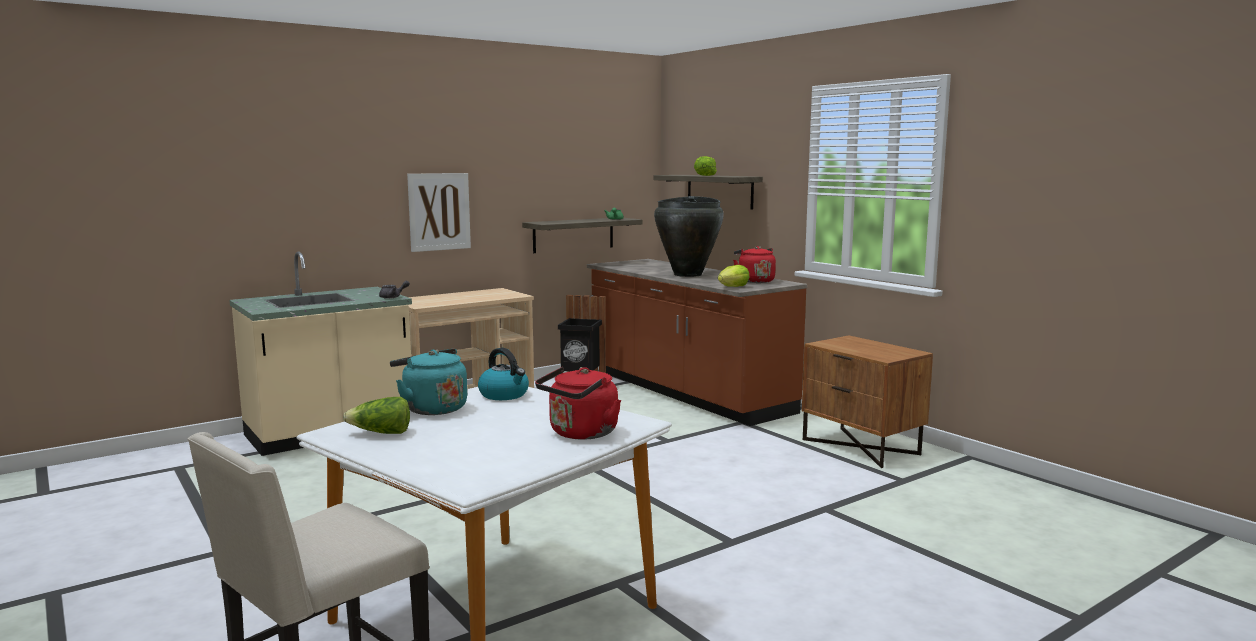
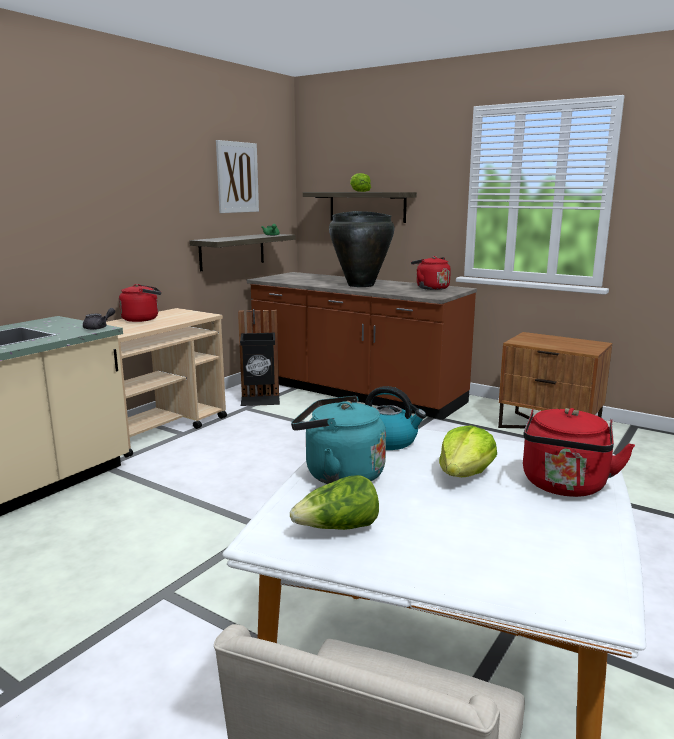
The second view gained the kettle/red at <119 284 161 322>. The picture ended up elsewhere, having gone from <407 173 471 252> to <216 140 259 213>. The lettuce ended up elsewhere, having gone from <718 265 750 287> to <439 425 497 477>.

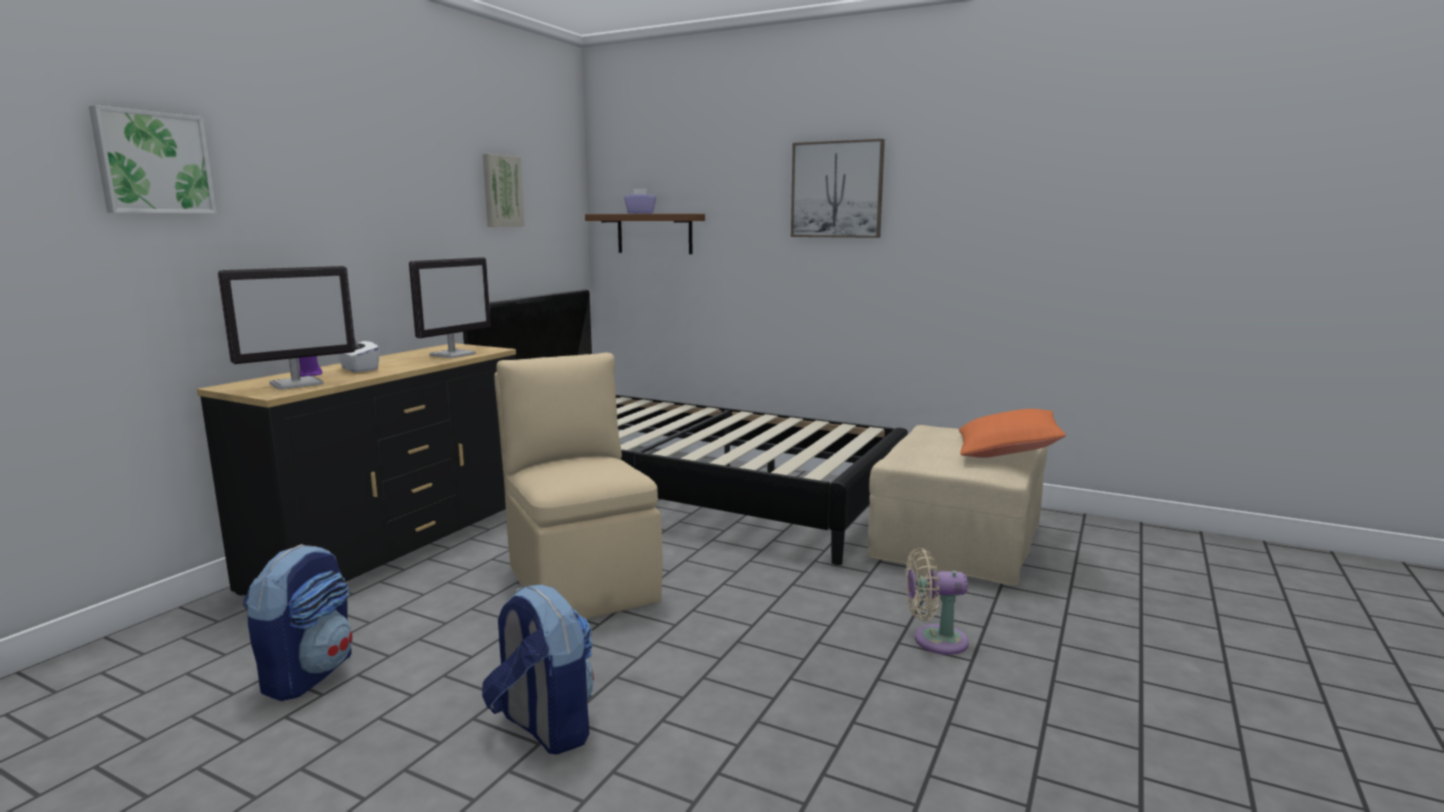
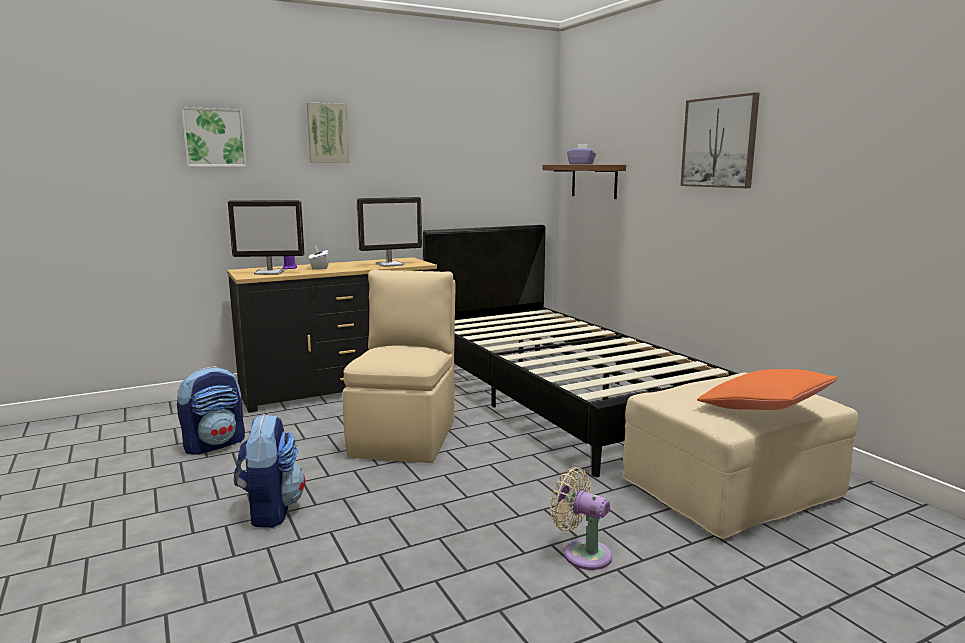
The picture ended up elsewhere, having gone from <483 154 525 227> to <307 102 349 163>.

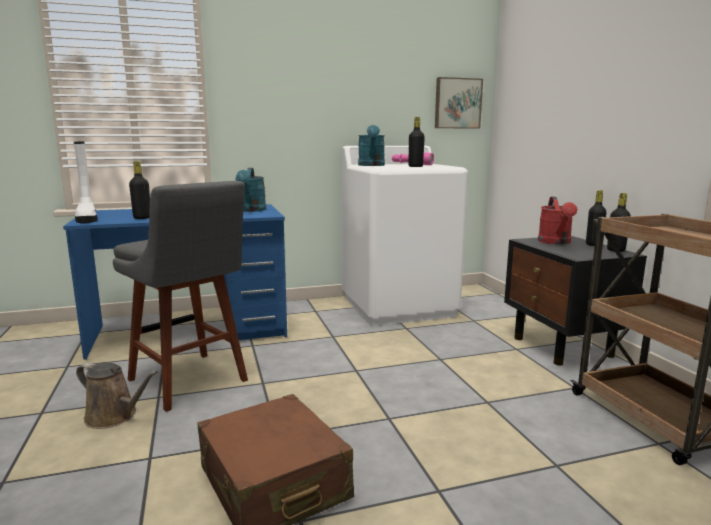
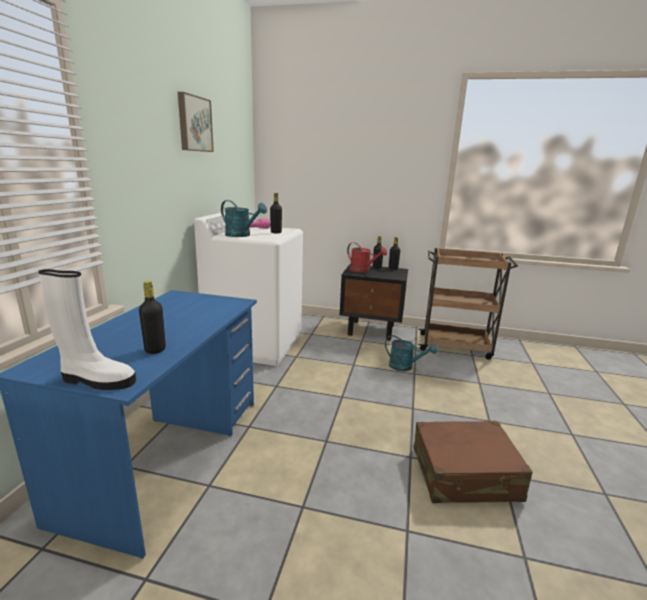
The second view lost the watering can/brown at <76 362 158 429>. The second view lost the stool/grey at <113 181 248 412>. The watering can/turquoise ended up elsewhere, having gone from <235 168 266 212> to <385 335 437 371>. The picture ended up elsewhere, having gone from <435 77 483 129> to <178 92 214 152>.

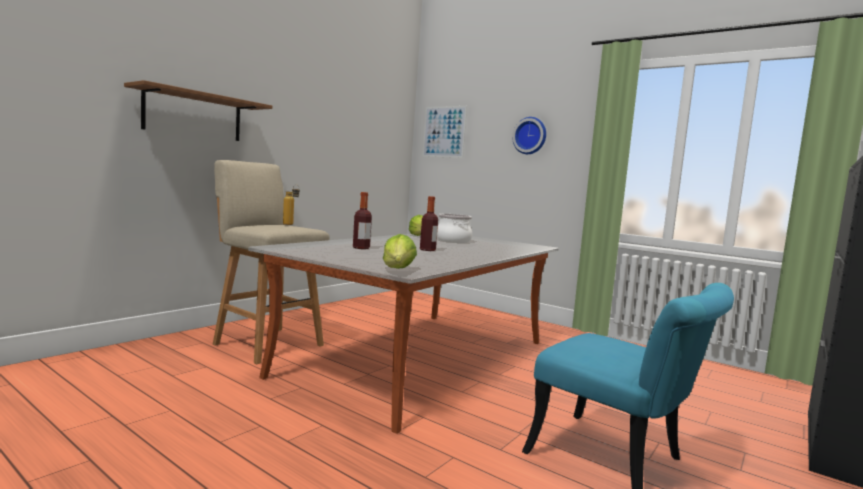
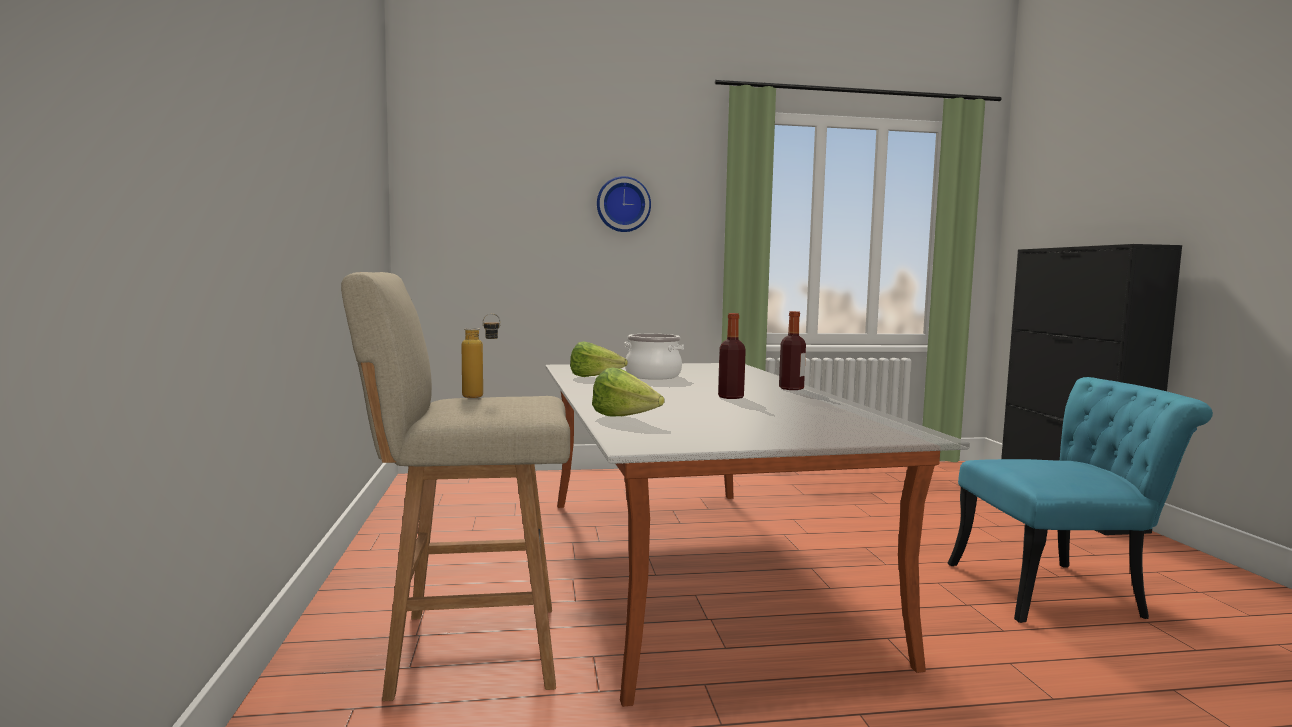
The second view lost the shelf/brown at <124 80 272 141>. The second view lost the picture at <423 106 467 158>. The bottle ended up elsewhere, having gone from <353 192 372 249> to <779 311 806 390>. The lettuce ended up elsewhere, having gone from <383 234 417 269> to <592 368 665 417>.

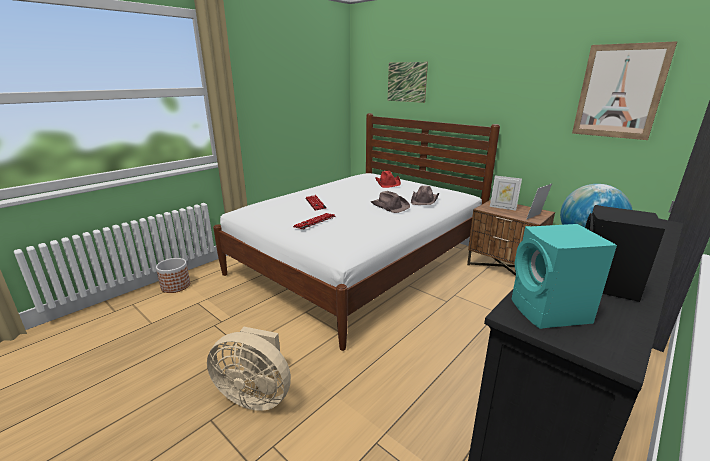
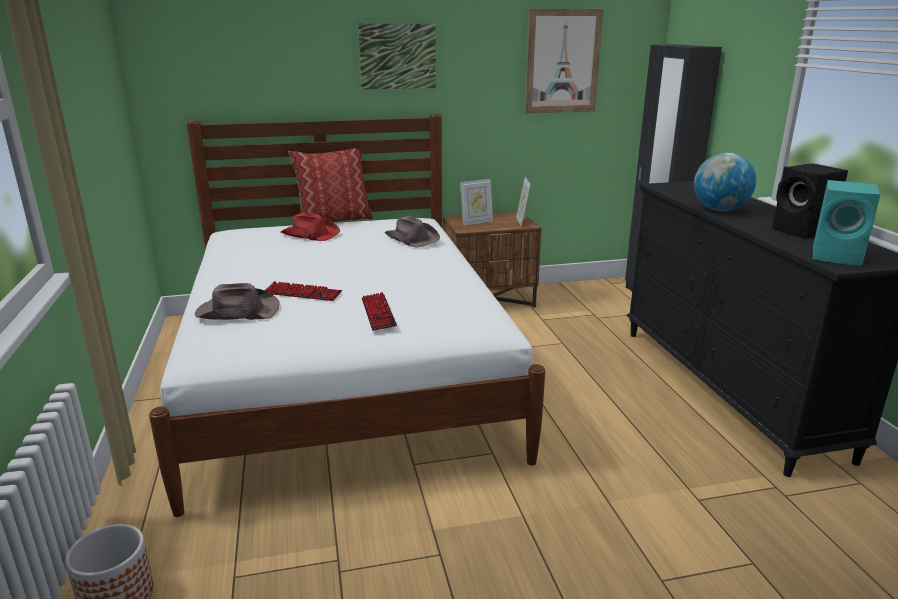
The second view lost the fan/beige at <207 327 291 411>. The second view gained the pillow at <288 148 373 222>. The hat/brown ended up elsewhere, having gone from <371 191 410 213> to <195 283 280 320>. The picture ended up elsewhere, having gone from <388 62 428 103> to <358 23 436 90>.

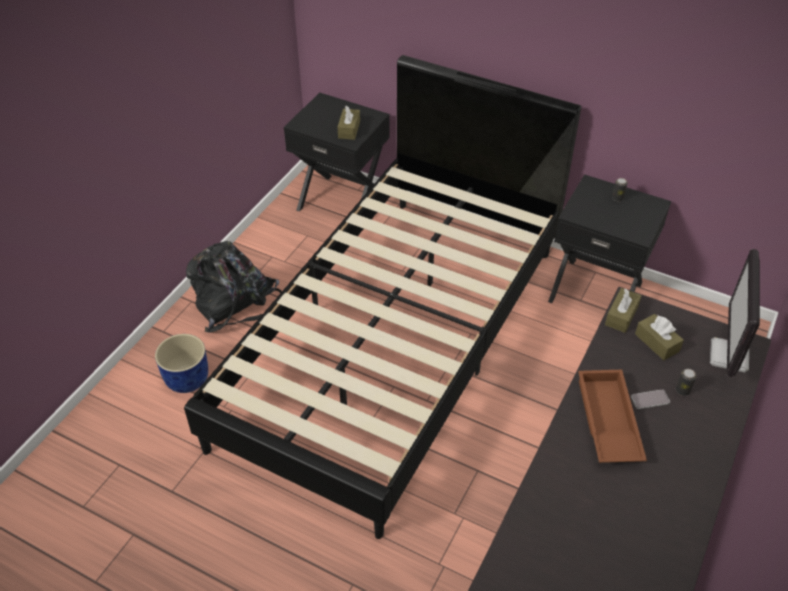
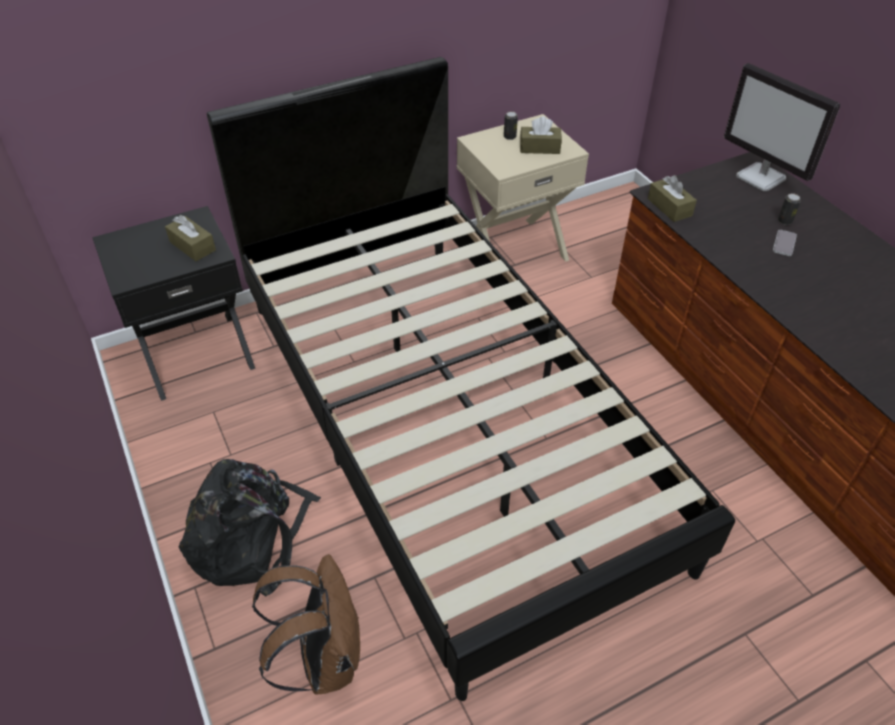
The second view lost the tray/brown at <578 370 647 463>. The tissue box/brown ended up elsewhere, having gone from <635 314 684 360> to <520 116 562 154>. Where the planter/blue stood at <155 334 208 393>, the backpack/brown came to stand at <252 554 360 695>. What was the nightstand/black at <548 175 671 303> turned into the nightstand/beige at <457 114 589 262>.

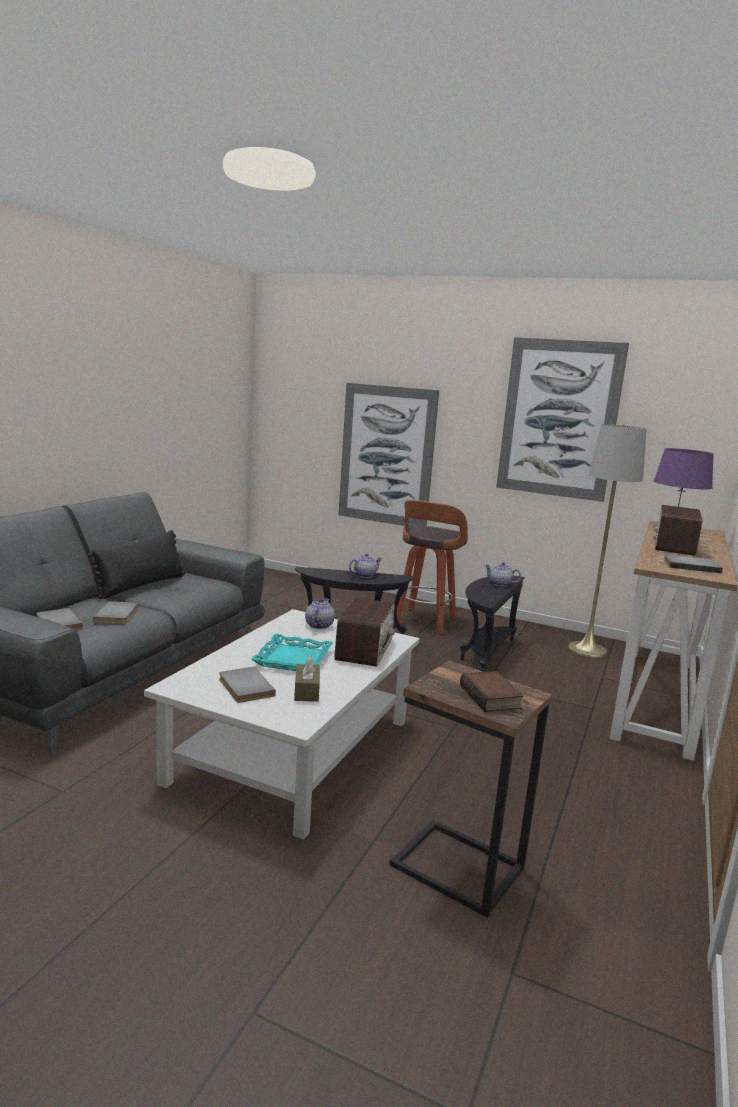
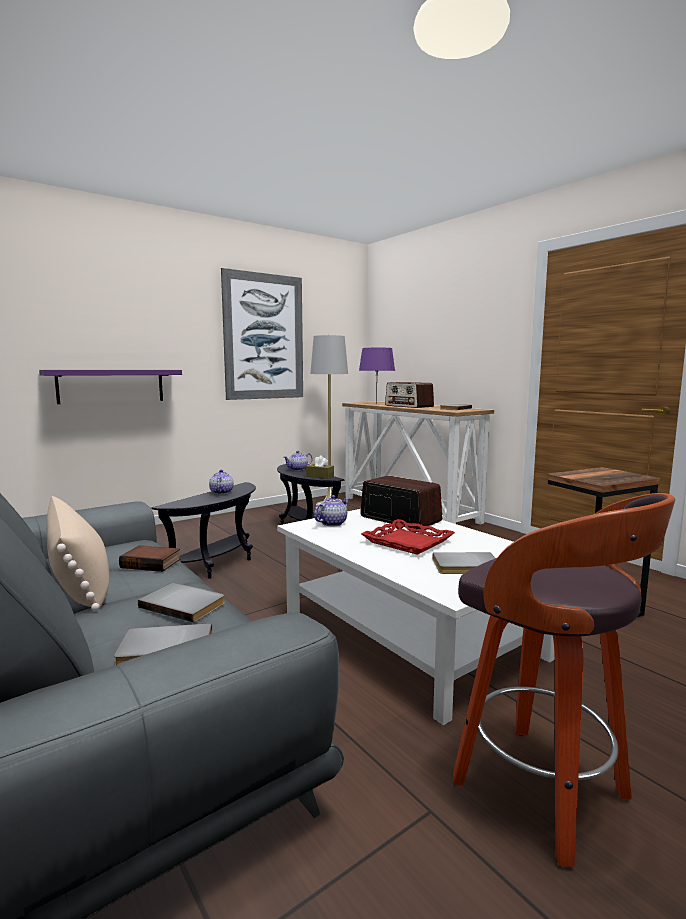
The tissue box/brown ended up elsewhere, having gone from <294 656 320 702> to <306 455 334 479>. The stool ended up elsewhere, having gone from <394 500 468 634> to <453 493 675 867>. The book ended up elsewhere, having gone from <460 671 523 712> to <119 545 181 572>. Where the picture hung at <338 383 439 527>, the shelf/purple came to hang at <39 370 182 404>. What was the pillow/black at <87 530 185 599> turned into the pillow/beige at <47 496 109 611>. What was the tray/turquoise at <251 634 334 671> turned into the tray/red at <361 519 455 555>. The teapot at <305 598 335 629> ended up facing another way, 90 degrees clockwise from before.

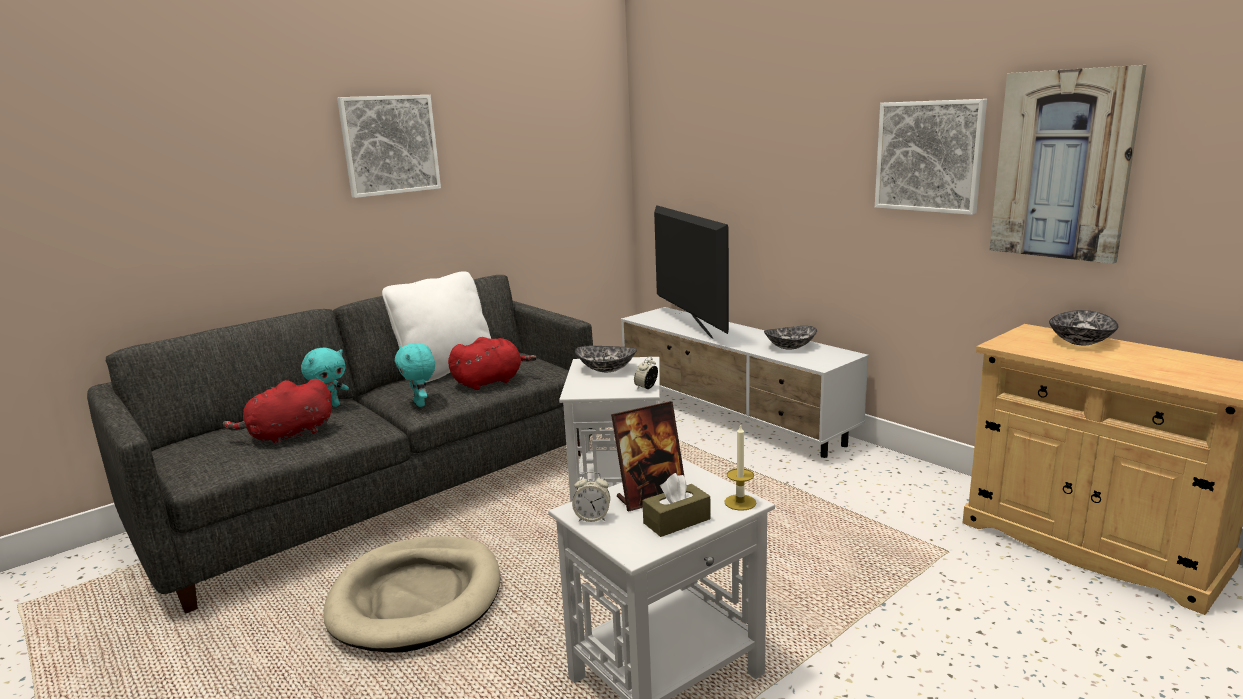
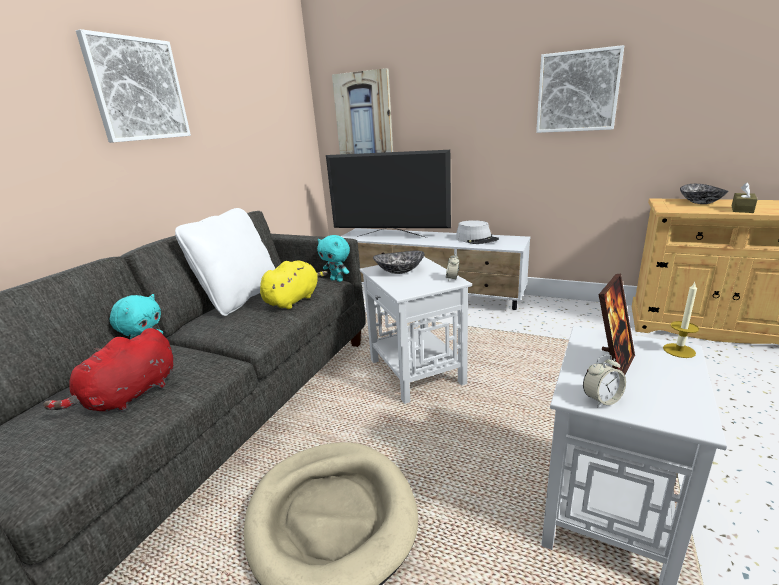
The plush toy/turquoise ended up elsewhere, having gone from <395 343 435 407> to <317 235 350 282>. The tissue box/brown ended up elsewhere, having gone from <642 473 711 537> to <732 183 758 213>. The picture ended up elsewhere, having gone from <989 65 1147 264> to <332 68 393 154>. Where the bowl stood at <764 326 817 349>, the hat/grey came to stand at <456 220 499 244>. What was the plush toy/red at <448 337 537 390> turned into the plush toy/yellow at <260 261 327 309>. The television at <654 205 729 339> ended up facing another way, 150 degrees clockwise from before.

